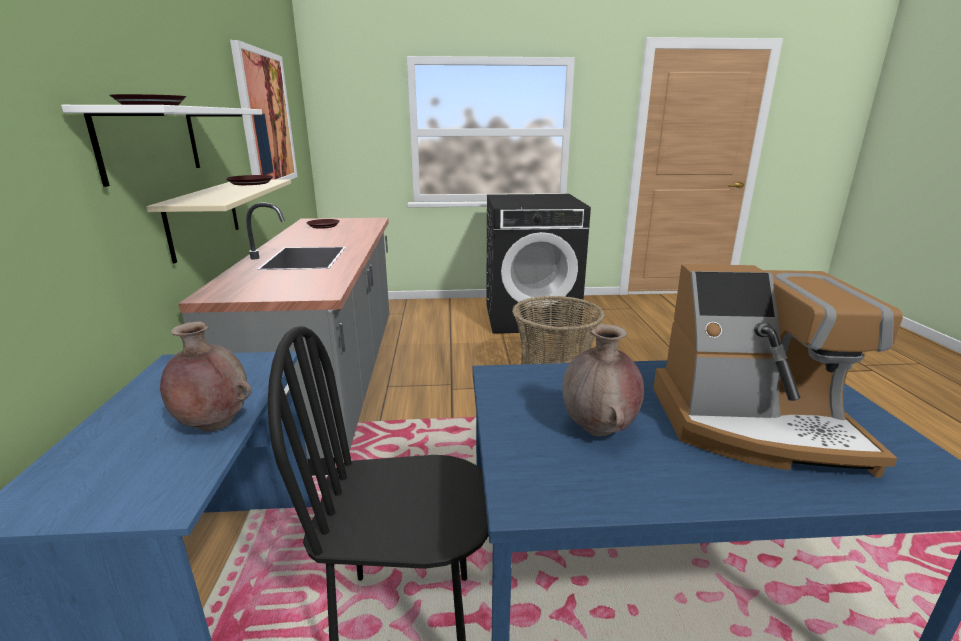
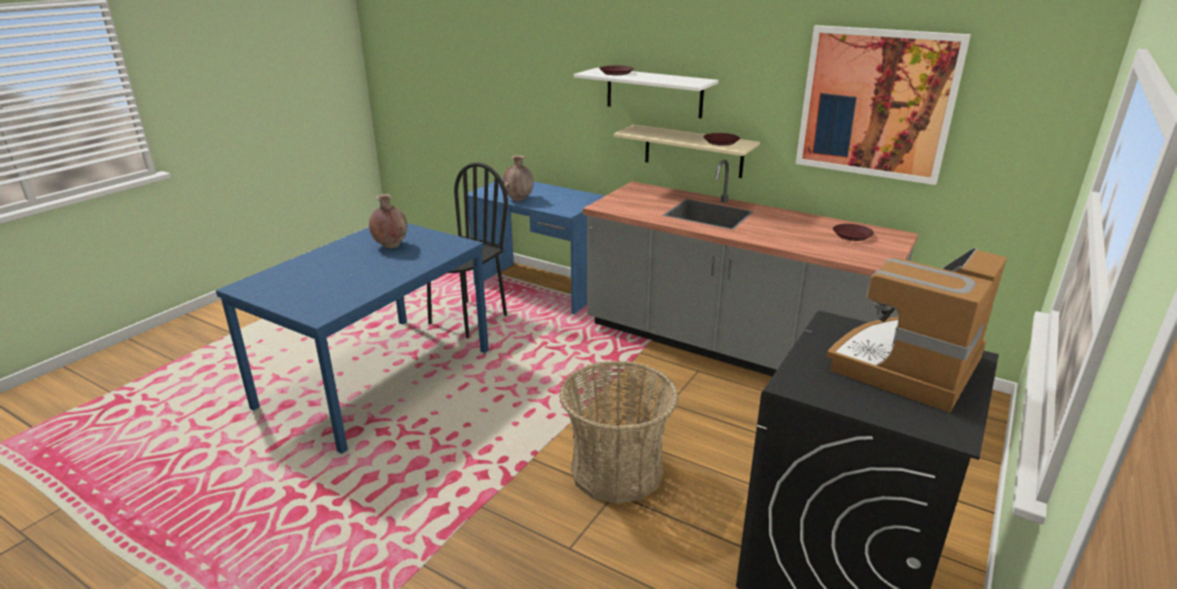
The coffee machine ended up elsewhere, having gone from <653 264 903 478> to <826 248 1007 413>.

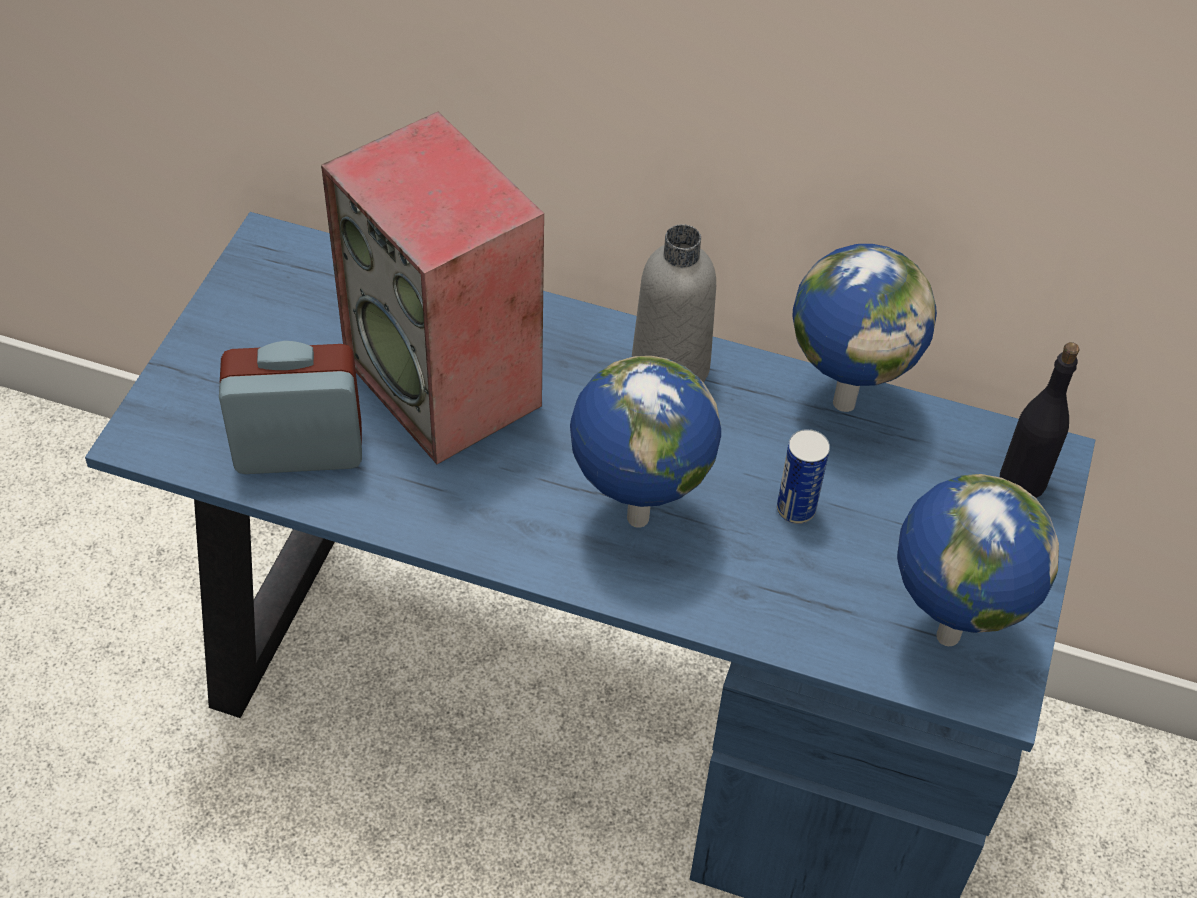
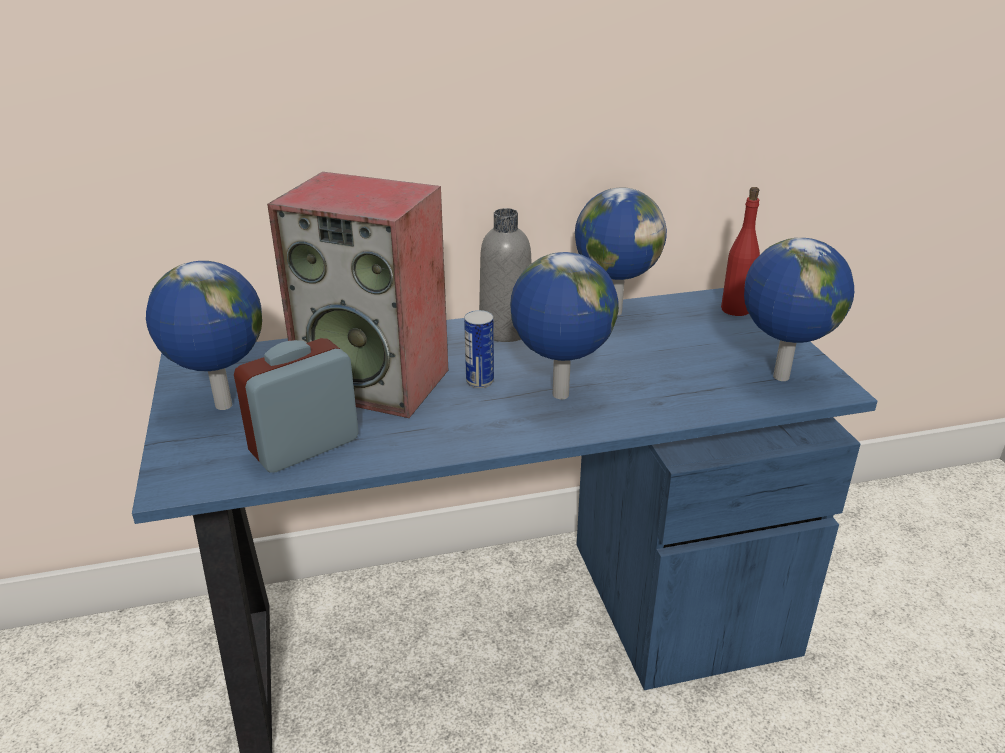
The second view gained the globe at <146 261 262 410>. The can ended up elsewhere, having gone from <777 429 830 524> to <464 310 494 388>. What was the bottle/black at <1000 342 1079 498> turned into the bottle/red at <721 187 760 316>.

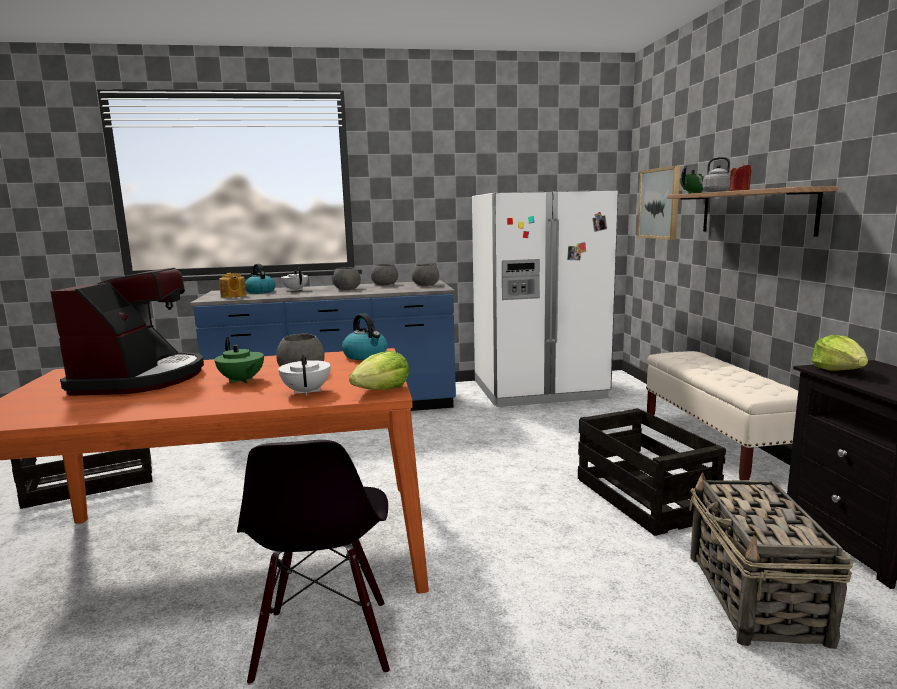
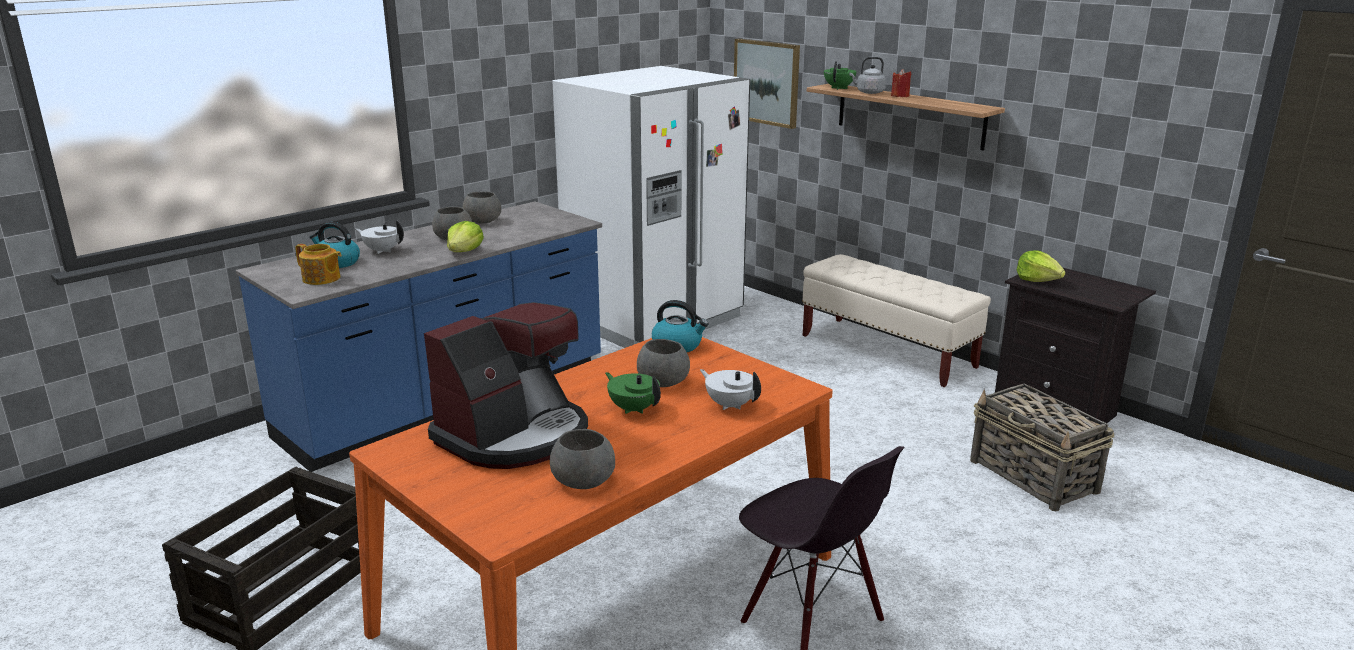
The second view lost the crate at <578 408 726 536>. The lettuce ended up elsewhere, having gone from <349 351 409 390> to <447 221 484 252>. The bowl/grey ended up elsewhere, having gone from <412 264 439 286> to <550 429 615 489>. The coffee machine at <50 268 204 396> ended up facing another way, 75 degrees clockwise from before. The teapot/green at <214 337 264 383> ended up facing another way, 150 degrees counterclockwise from before.

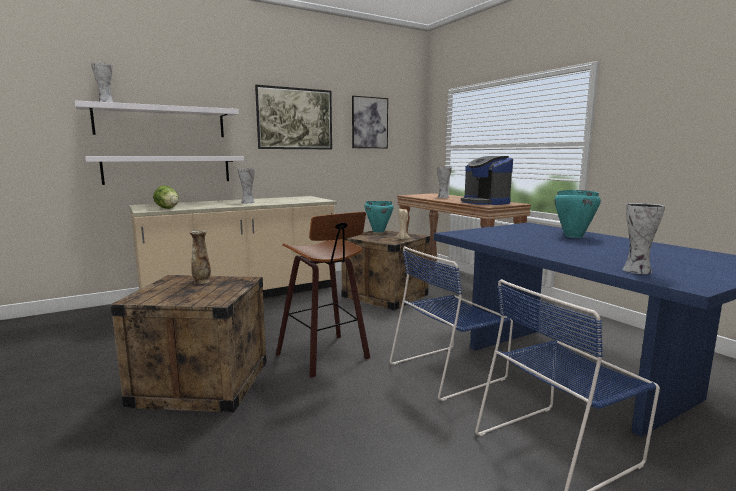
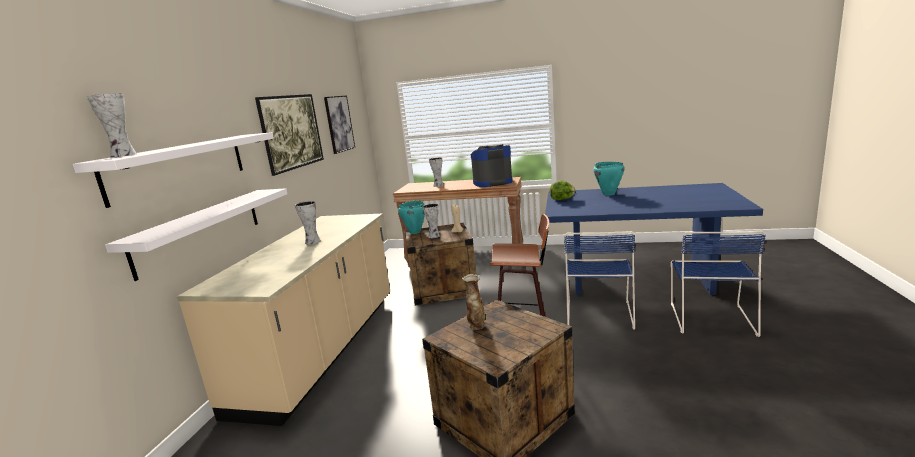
The lettuce ended up elsewhere, having gone from <153 185 179 209> to <550 180 575 200>. The vase ended up elsewhere, having gone from <622 203 665 274> to <423 204 440 238>. The coffee machine at <461 156 513 205> ended up facing another way, 150 degrees clockwise from before.

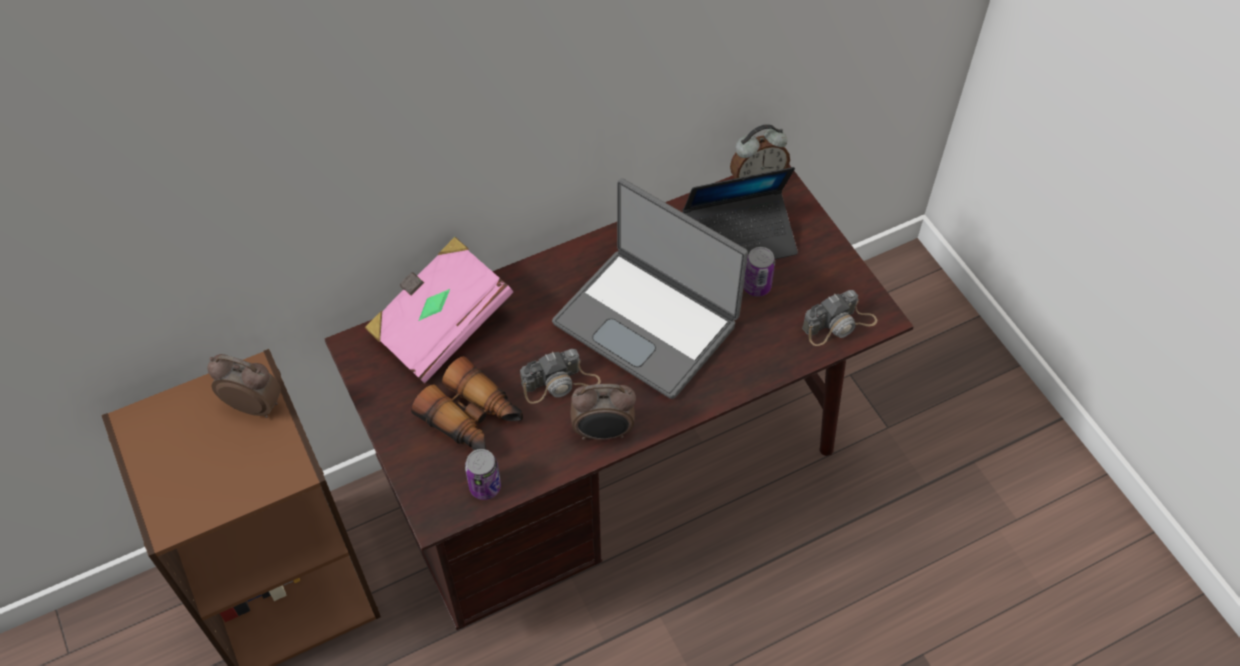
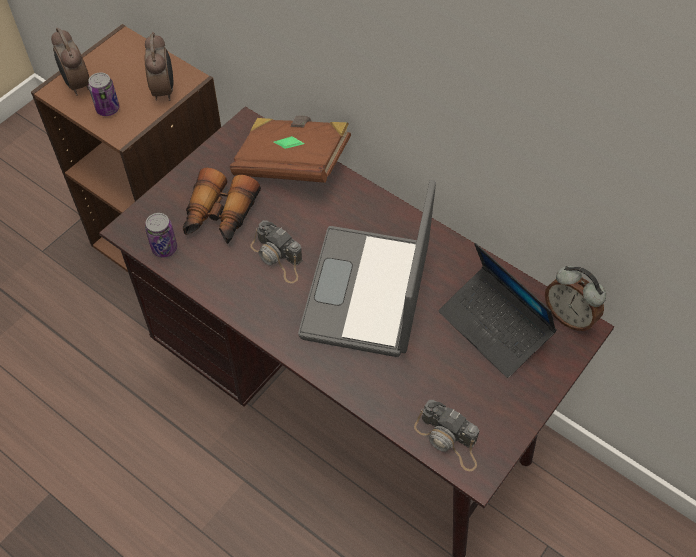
The alarm clock ended up elsewhere, having gone from <570 384 636 440> to <51 28 89 96>. The can ended up elsewhere, having gone from <743 247 775 296> to <88 73 120 116>. What was the book/pink at <365 237 513 383> turned into the book/brown at <230 115 351 183>.

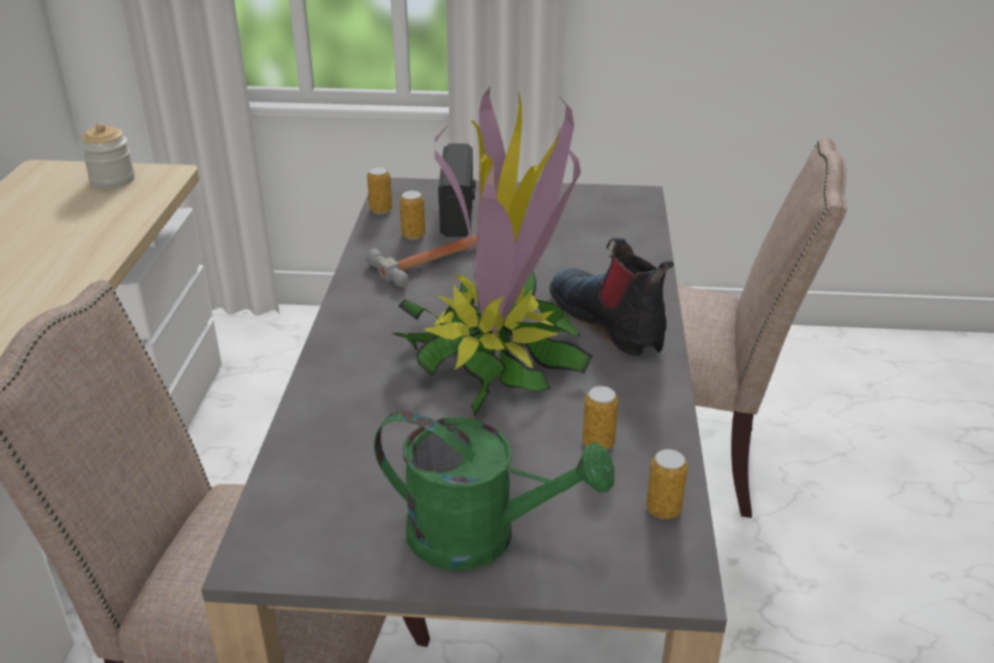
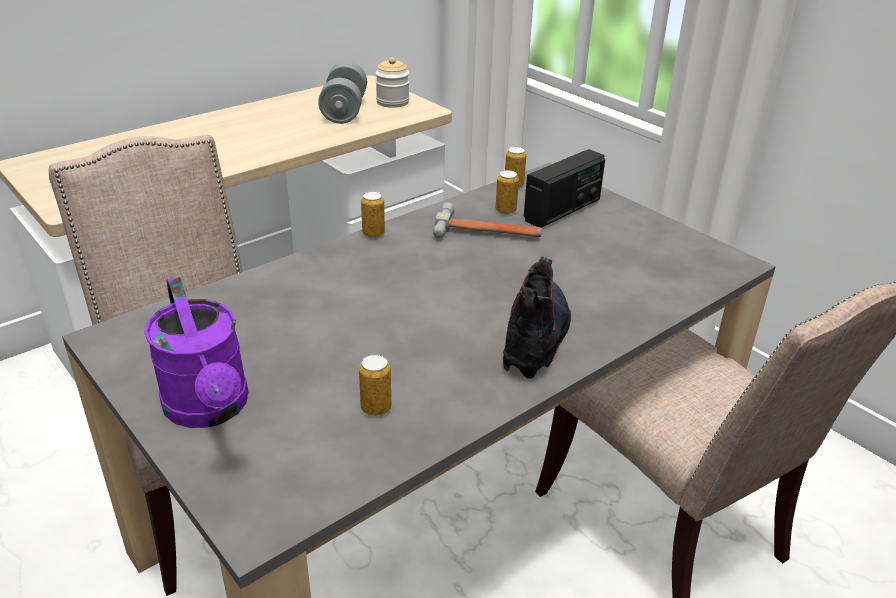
The second view lost the potted plant at <392 87 593 416>. The second view gained the dumbbell/grey at <318 61 367 124>. The can ended up elsewhere, having gone from <646 449 688 519> to <361 191 385 238>. What was the watering can/green at <374 411 615 571> turned into the watering can/purple at <144 277 248 428>.

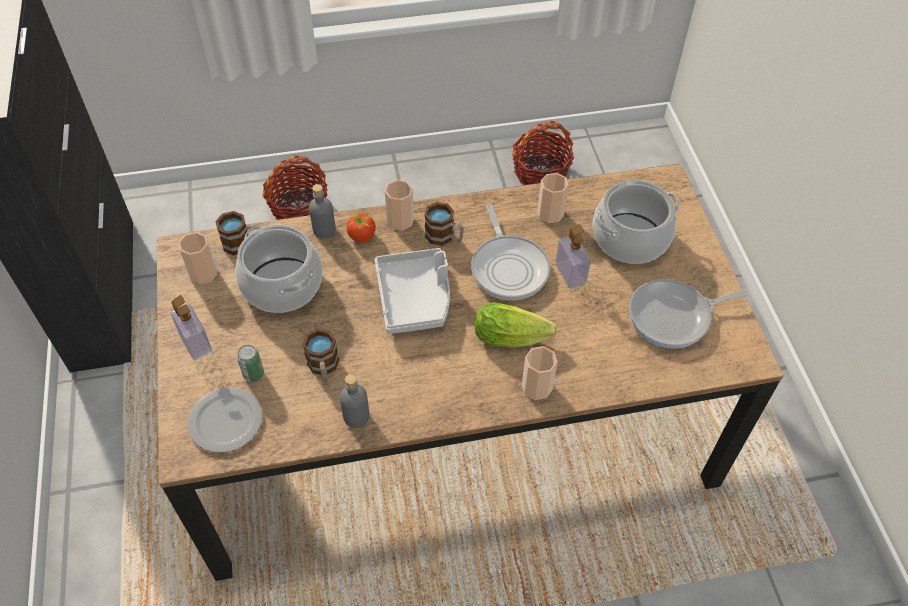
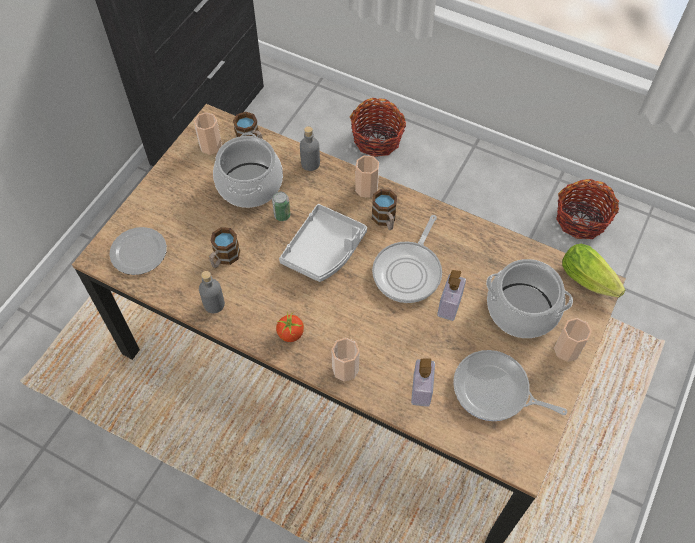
The soap dispenser ended up elsewhere, having gone from <171 295 212 360> to <411 358 435 407>. The can ended up elsewhere, having gone from <237 345 264 382> to <272 192 290 221>. The tomato ended up elsewhere, having gone from <347 212 376 242> to <276 311 304 342>. The lettuce ended up elsewhere, having gone from <475 302 557 347> to <562 244 625 297>. The cup ended up elsewhere, having gone from <537 173 569 223> to <554 318 592 362>.

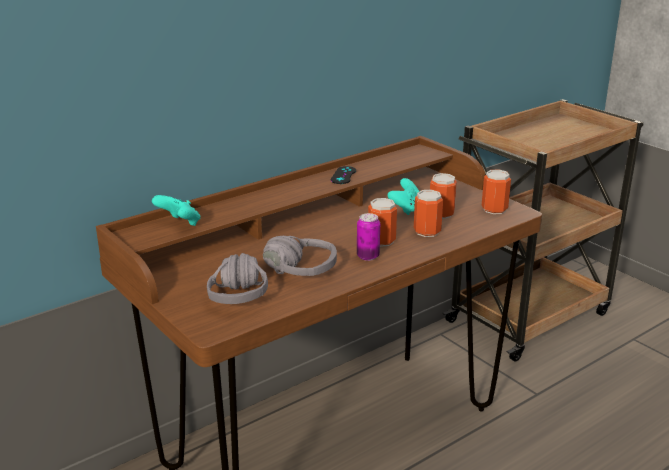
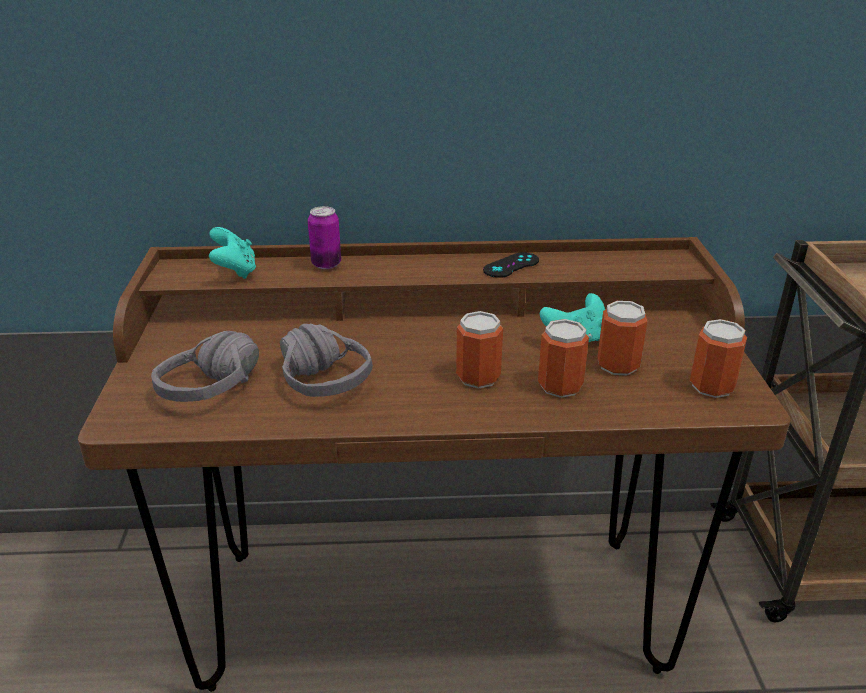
The can ended up elsewhere, having gone from <357 213 380 261> to <308 206 341 269>.

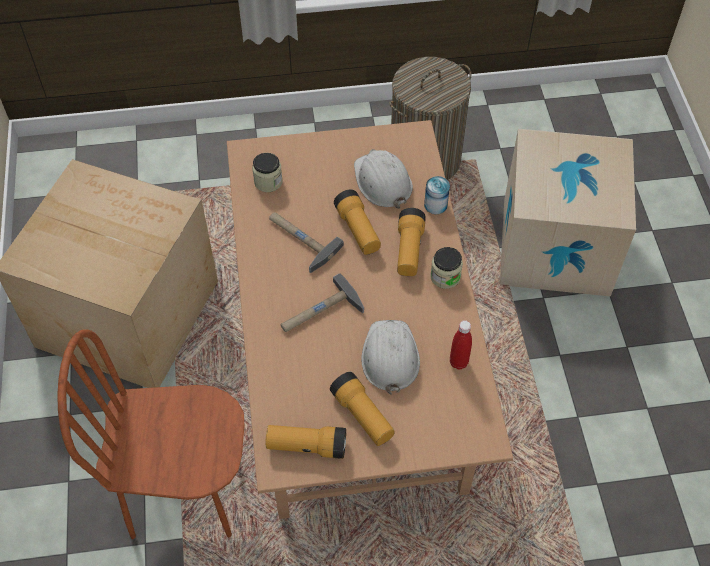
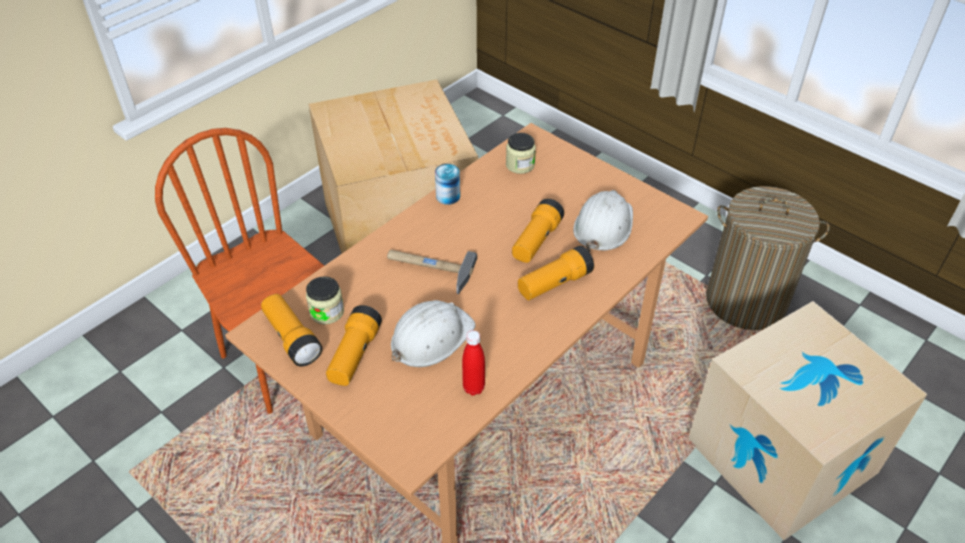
The second view lost the hammer at <269 212 344 273>. The can ended up elsewhere, having gone from <424 176 450 214> to <435 164 460 205>. The jar ended up elsewhere, having gone from <430 247 463 289> to <306 276 344 324>.

